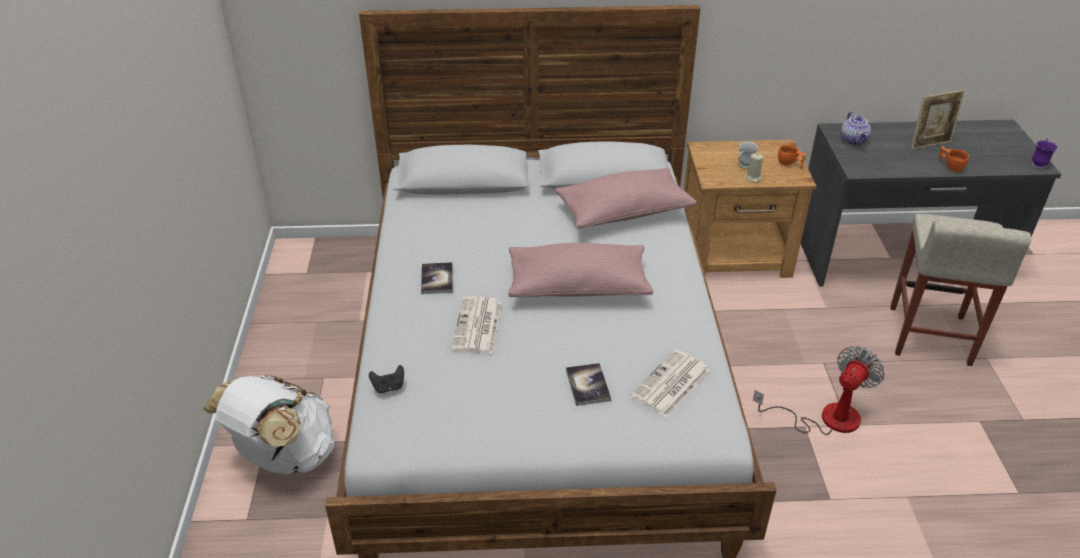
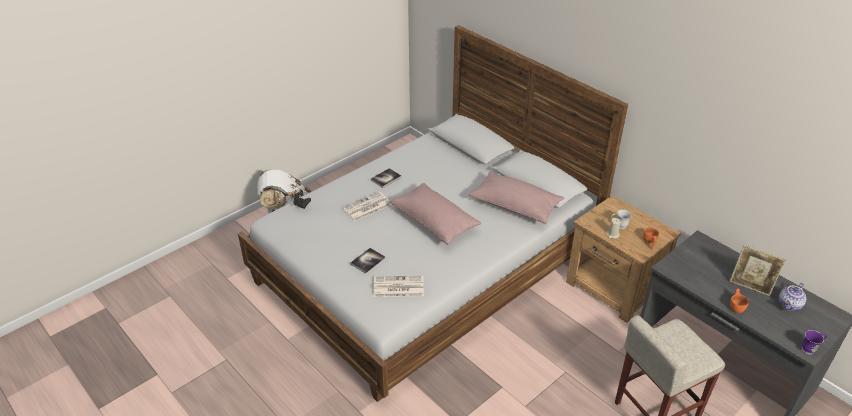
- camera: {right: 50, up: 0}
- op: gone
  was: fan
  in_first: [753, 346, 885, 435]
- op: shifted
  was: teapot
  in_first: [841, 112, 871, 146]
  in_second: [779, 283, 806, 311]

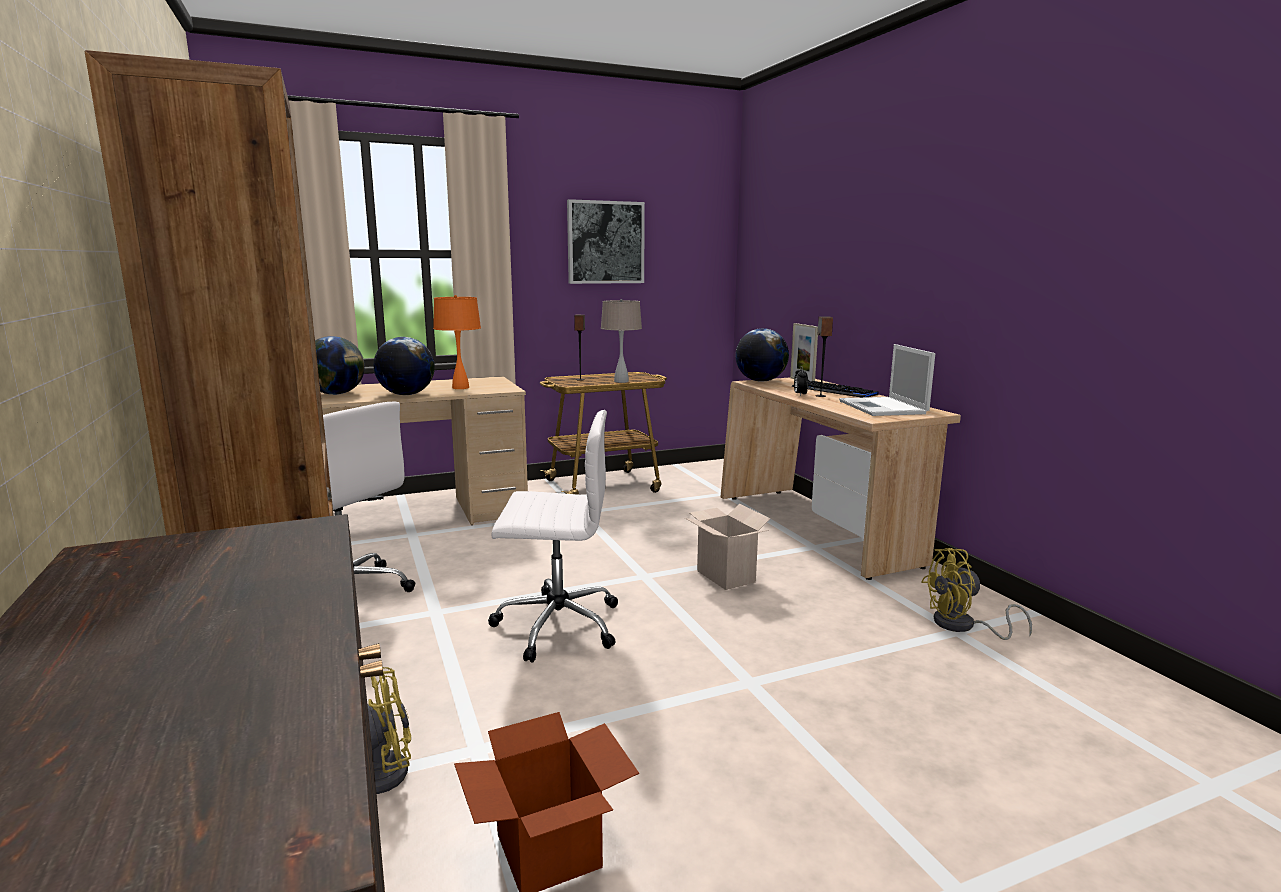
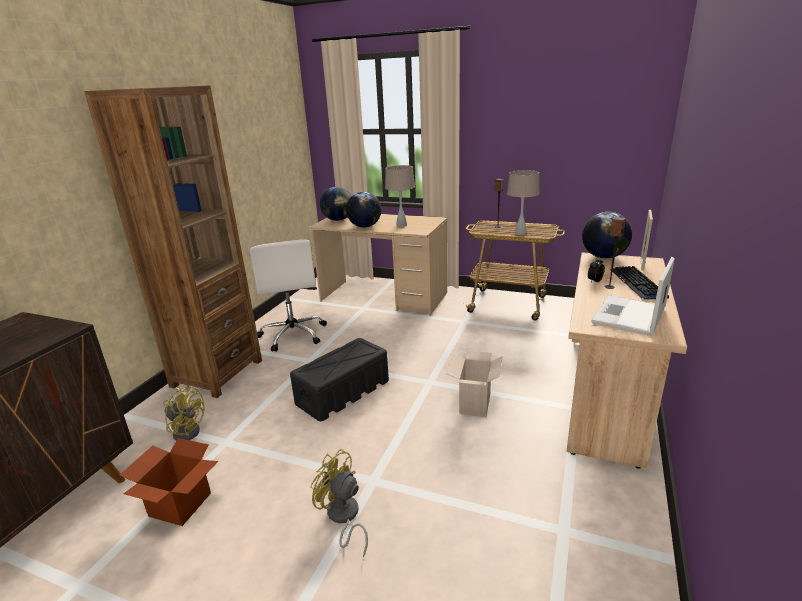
- camera: {right: 45, up: 10}
- op: gone
  was: picture
  in_first: [567, 199, 645, 284]
- op: shifted
  was: yellow fan
  in_first: [921, 548, 1032, 640]
  in_second: [311, 449, 368, 557]
- op: swapped
  was: white office chair
  now: black storage box
  in_first: [488, 410, 618, 663]
  in_second: [290, 338, 389, 421]
- op: repainted
  was: orange table lamp
  now: beige table lamp
  in_first: [433, 295, 481, 389]
  in_second: [385, 165, 415, 227]

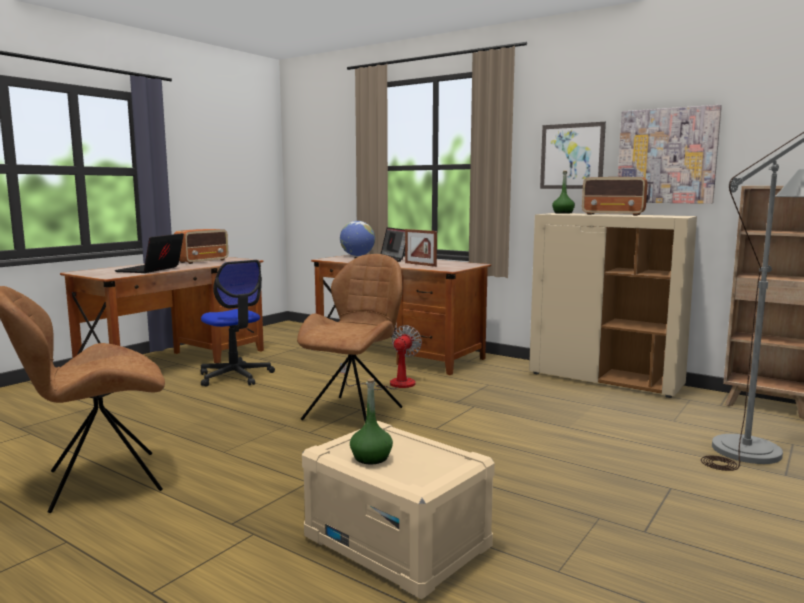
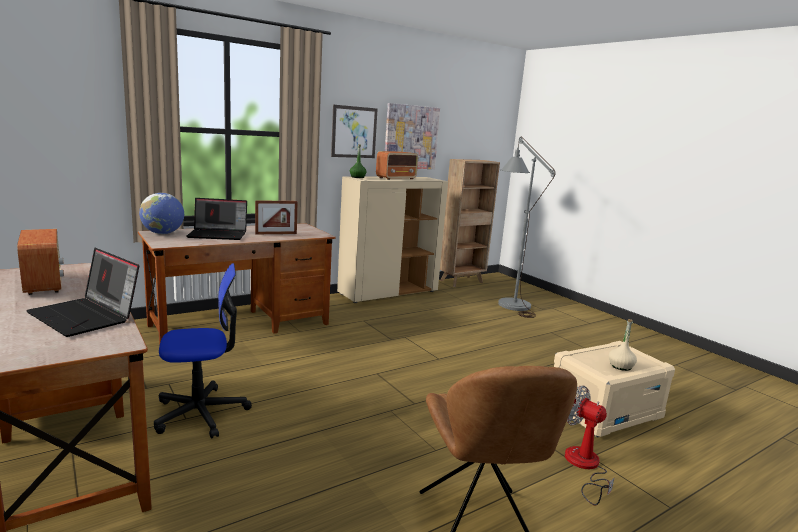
- camera: {right: -70, up: 5}
- op: gone
  was: brown chair
  in_first: [297, 254, 403, 422]
- op: shifted
  was: fan
  in_first: [340, 325, 422, 390]
  in_second: [565, 386, 614, 505]
- op: repainted
  was: green bottle
  now: beige bottle
  in_first: [350, 378, 393, 464]
  in_second: [609, 319, 637, 371]

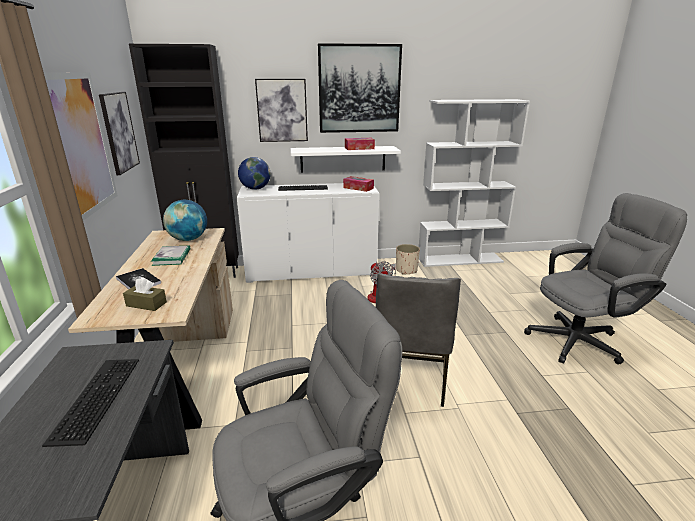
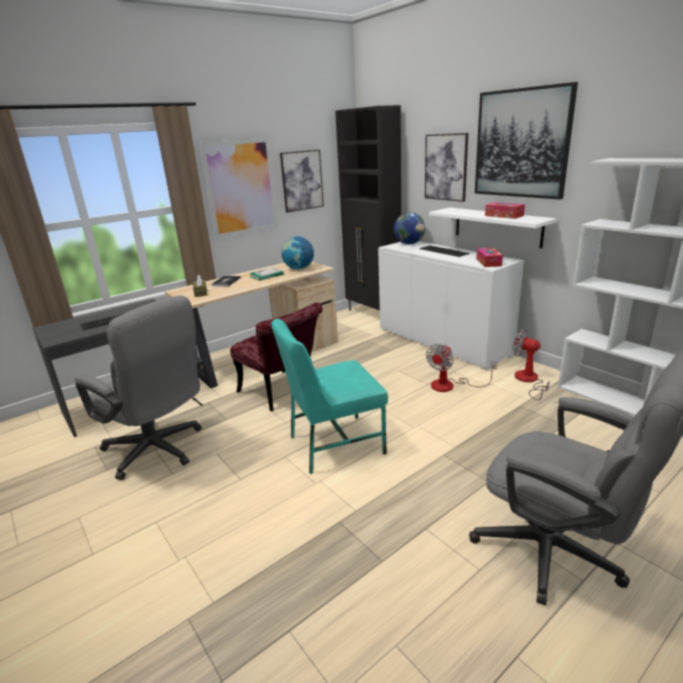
- camera: {right: 60, up: 0}
- op: new
  now: red chair
  in_second: [230, 303, 323, 411]
- op: swapped
  was: beige planter
  now: fan
  in_first: [396, 244, 420, 275]
  in_second: [512, 329, 550, 400]
- op: repainted
  was: grey chair
  now: turquoise chair
  in_first: [376, 273, 461, 407]
  in_second: [271, 319, 388, 474]

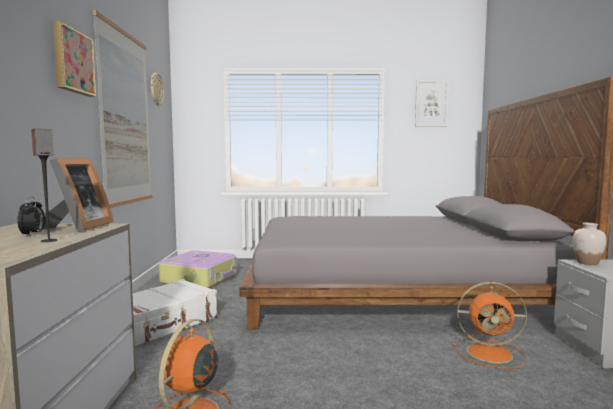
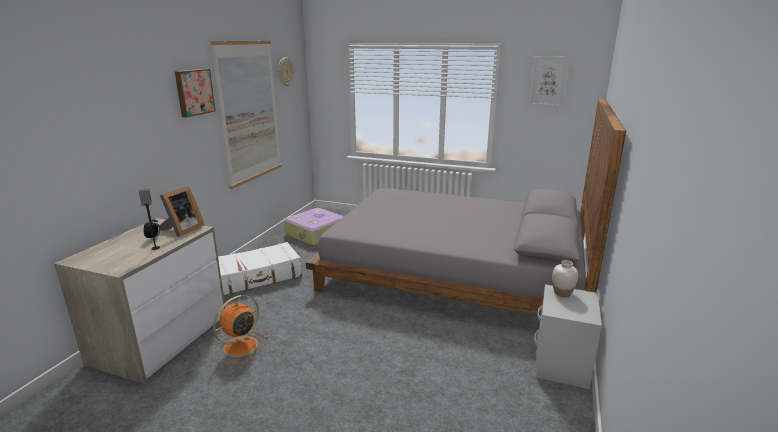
- camera: {right: 20, up: 15}
- op: gone
  was: orange fan
  in_first: [453, 282, 527, 369]

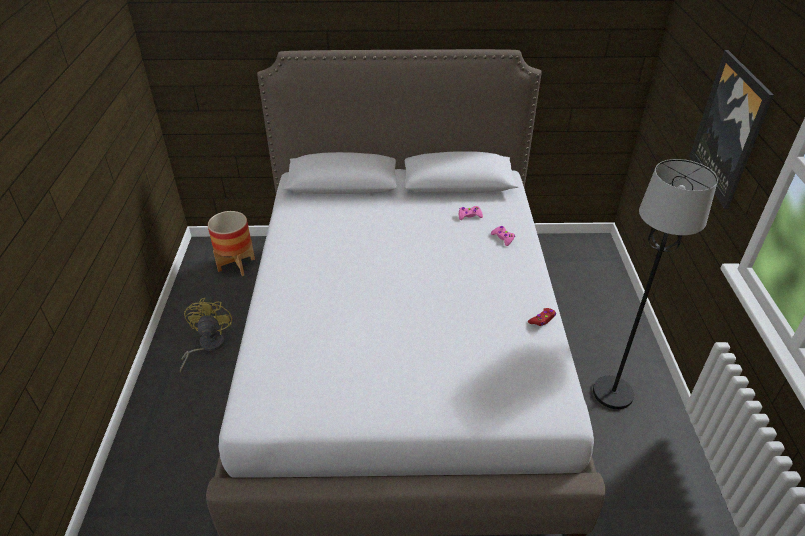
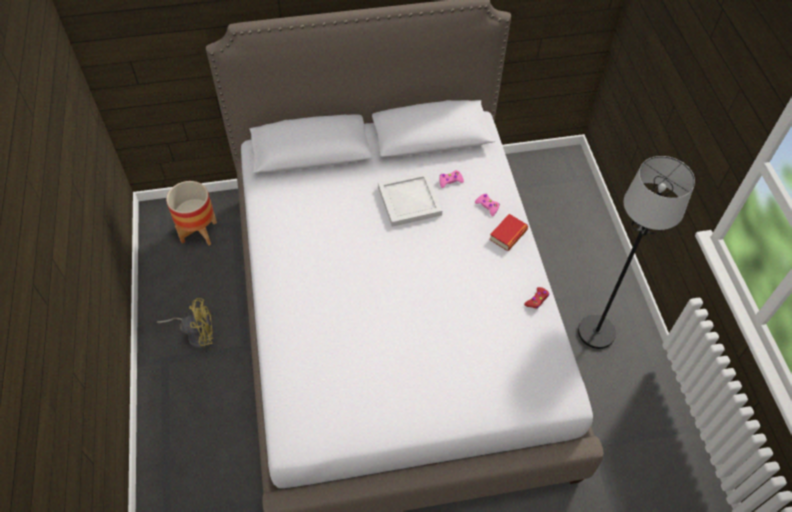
- camera: {right: -10, up: 15}
- op: gone
  was: picture
  in_first: [689, 50, 774, 209]
- op: new
  now: white tray
  in_second: [378, 172, 442, 227]
- op: new
  now: book
  in_second: [489, 214, 528, 251]
- op: rotated
  was: yellow fan
  in_first: [180, 298, 232, 373]
  in_second: [157, 298, 214, 348]
  clockwise: 90

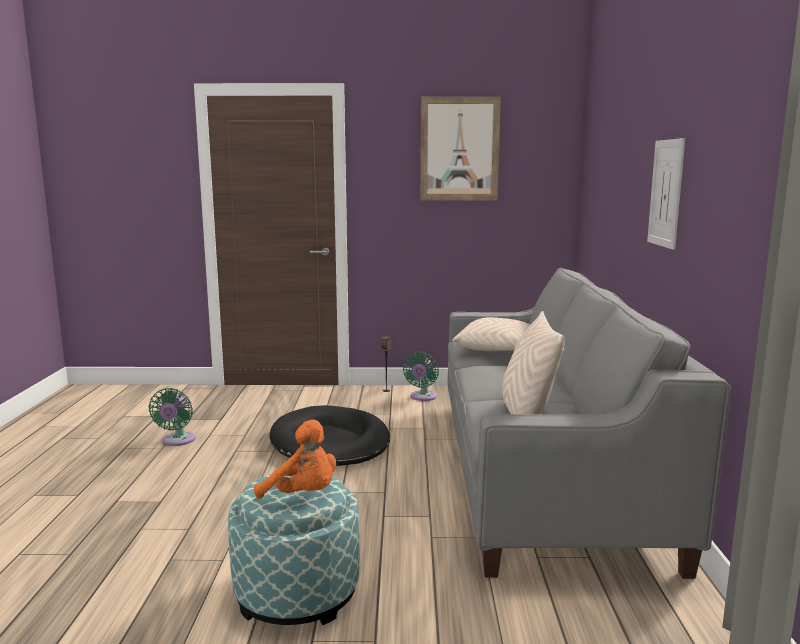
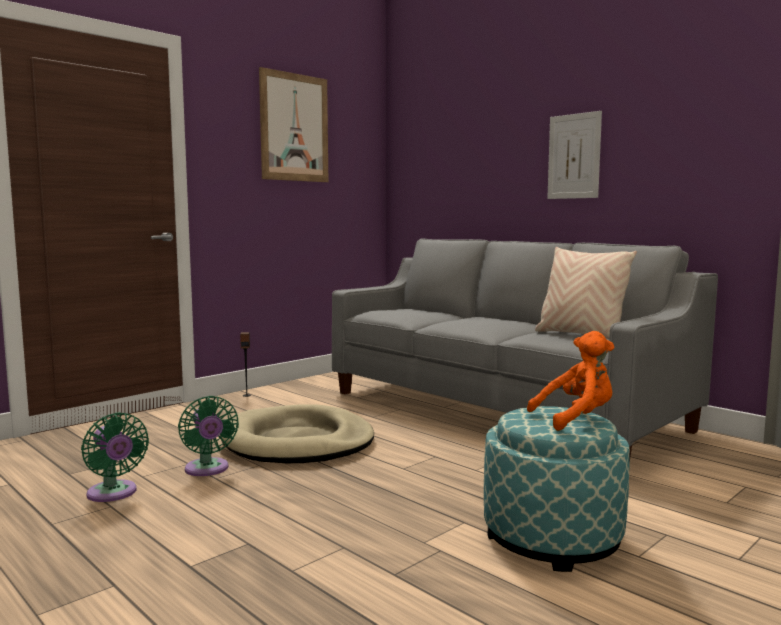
- camera: {right: -45, up: -5}
- op: gone
  was: beige pillow
  in_first: [452, 317, 530, 351]
- op: shifted
  was: green fan
  in_first: [403, 352, 439, 401]
  in_second: [178, 396, 239, 476]
- op: repainted
  was: black dog bed
  now: beige dog bed
  in_first: [269, 405, 390, 466]
  in_second: [220, 404, 374, 463]

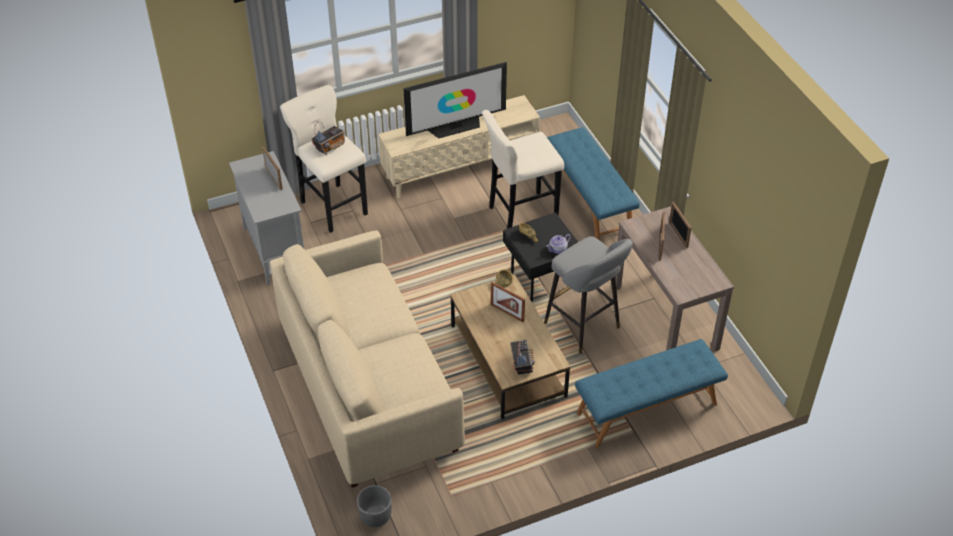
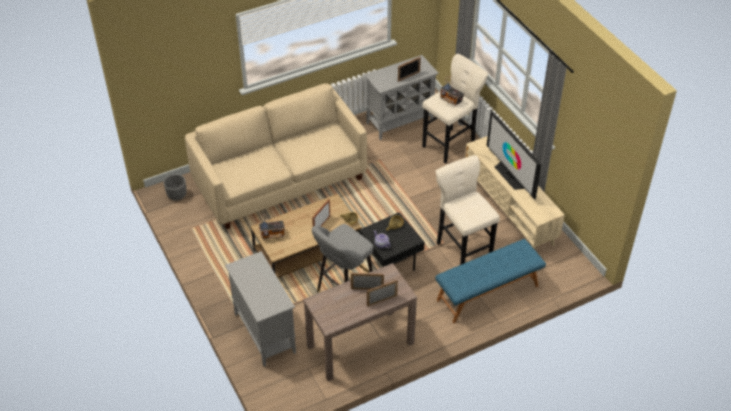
- camera: {right: 85, up: 0}
- op: swapped
  was: blue bench
  now: grey cabinet
  in_first: [575, 339, 728, 448]
  in_second: [225, 251, 296, 367]

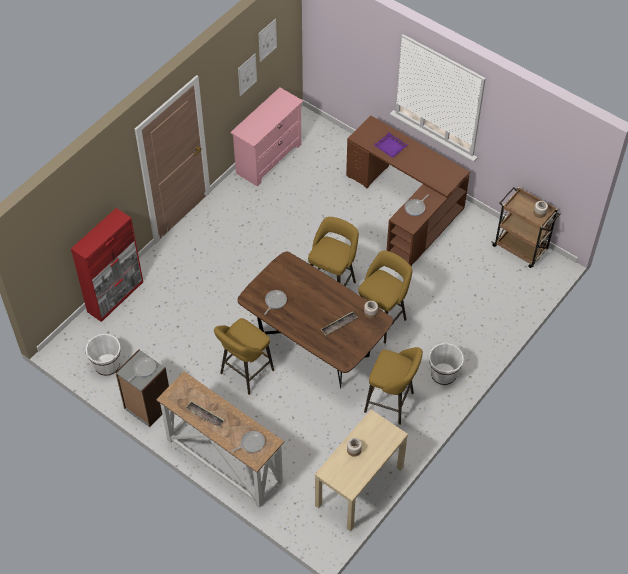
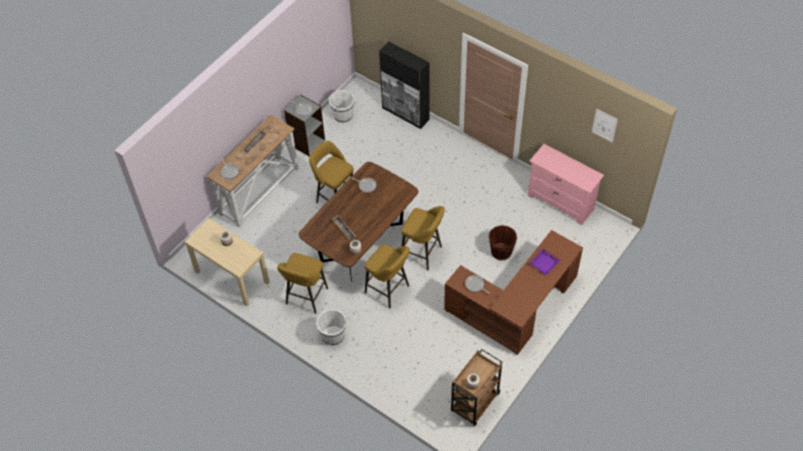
- camera: {right: 90, up: 0}
- op: gone
  was: picture
  in_first: [238, 54, 257, 96]
- op: new
  now: brown bucket
  in_second: [489, 225, 517, 260]
- op: repainted
  was: red cabinet
  now: black cabinet
  in_first: [71, 208, 143, 322]
  in_second: [379, 41, 430, 129]

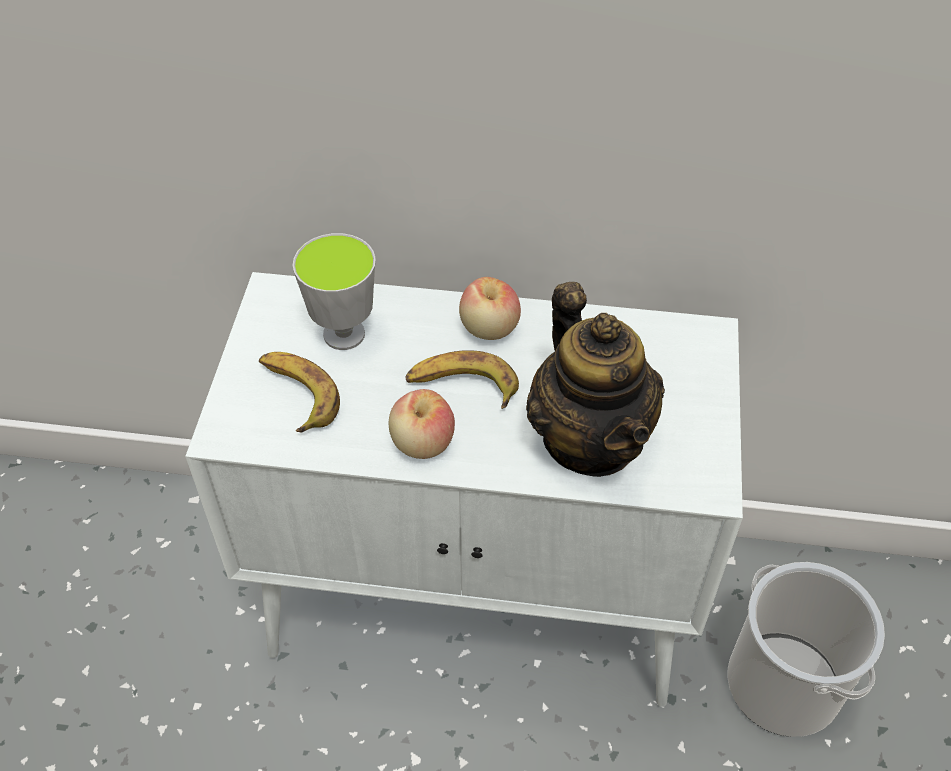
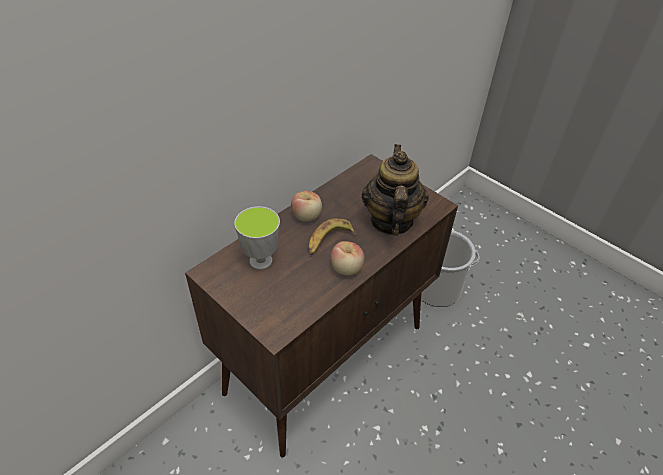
- camera: {right: -55, up: -5}
- op: gone
  was: banana
  in_first: [259, 352, 340, 433]
- op: repainted
  was: white cabinet
  now: brown cabinet
  in_first: [185, 272, 743, 707]
  in_second: [185, 154, 458, 457]
- op: rotated
  was: teapot
  in_first: [526, 282, 665, 477]
  in_second: [362, 144, 429, 235]
  clockwise: -105

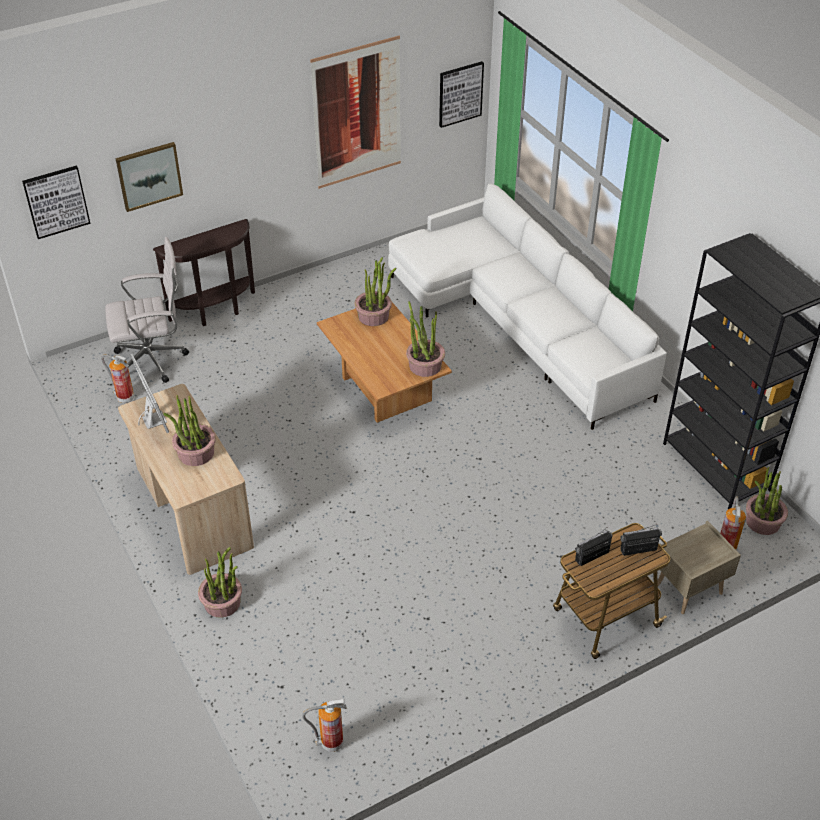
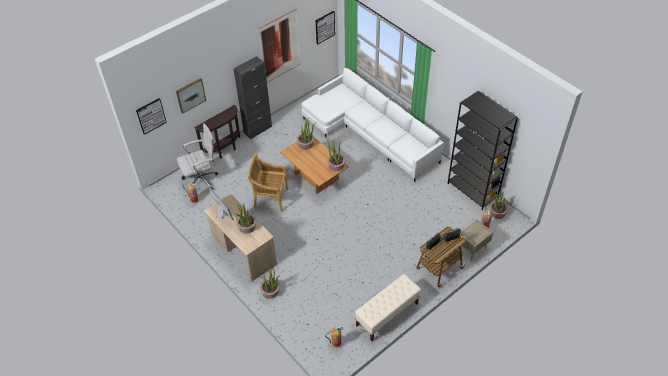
- camera: {right: -10, up: 5}
- op: new
  now: black cabinet
  in_second: [234, 56, 272, 139]
- op: new
  now: beige chair
  in_second: [248, 154, 288, 211]
- op: new
  now: beige bench
  in_second: [355, 274, 421, 341]

